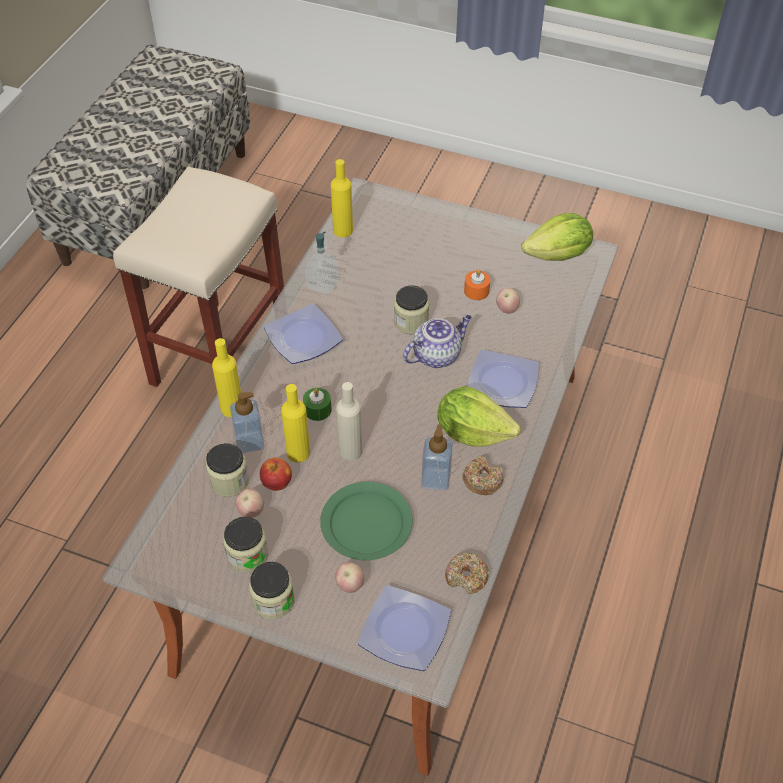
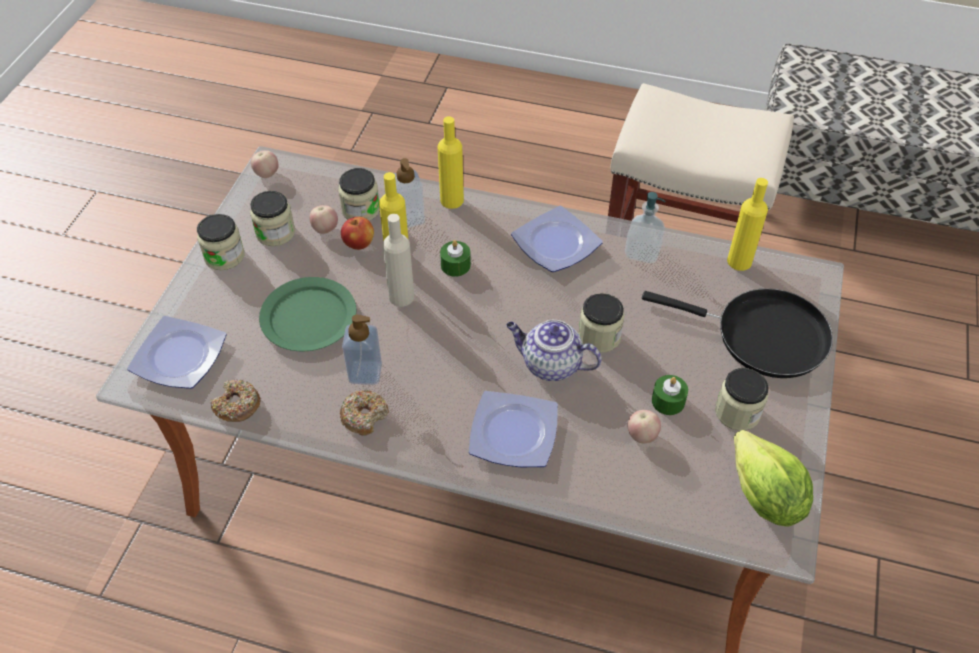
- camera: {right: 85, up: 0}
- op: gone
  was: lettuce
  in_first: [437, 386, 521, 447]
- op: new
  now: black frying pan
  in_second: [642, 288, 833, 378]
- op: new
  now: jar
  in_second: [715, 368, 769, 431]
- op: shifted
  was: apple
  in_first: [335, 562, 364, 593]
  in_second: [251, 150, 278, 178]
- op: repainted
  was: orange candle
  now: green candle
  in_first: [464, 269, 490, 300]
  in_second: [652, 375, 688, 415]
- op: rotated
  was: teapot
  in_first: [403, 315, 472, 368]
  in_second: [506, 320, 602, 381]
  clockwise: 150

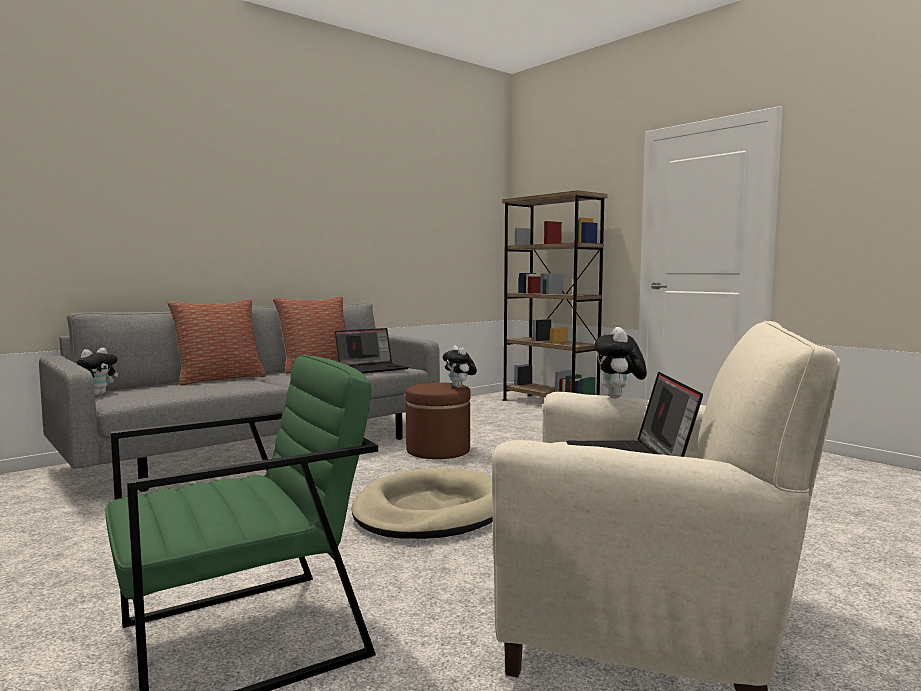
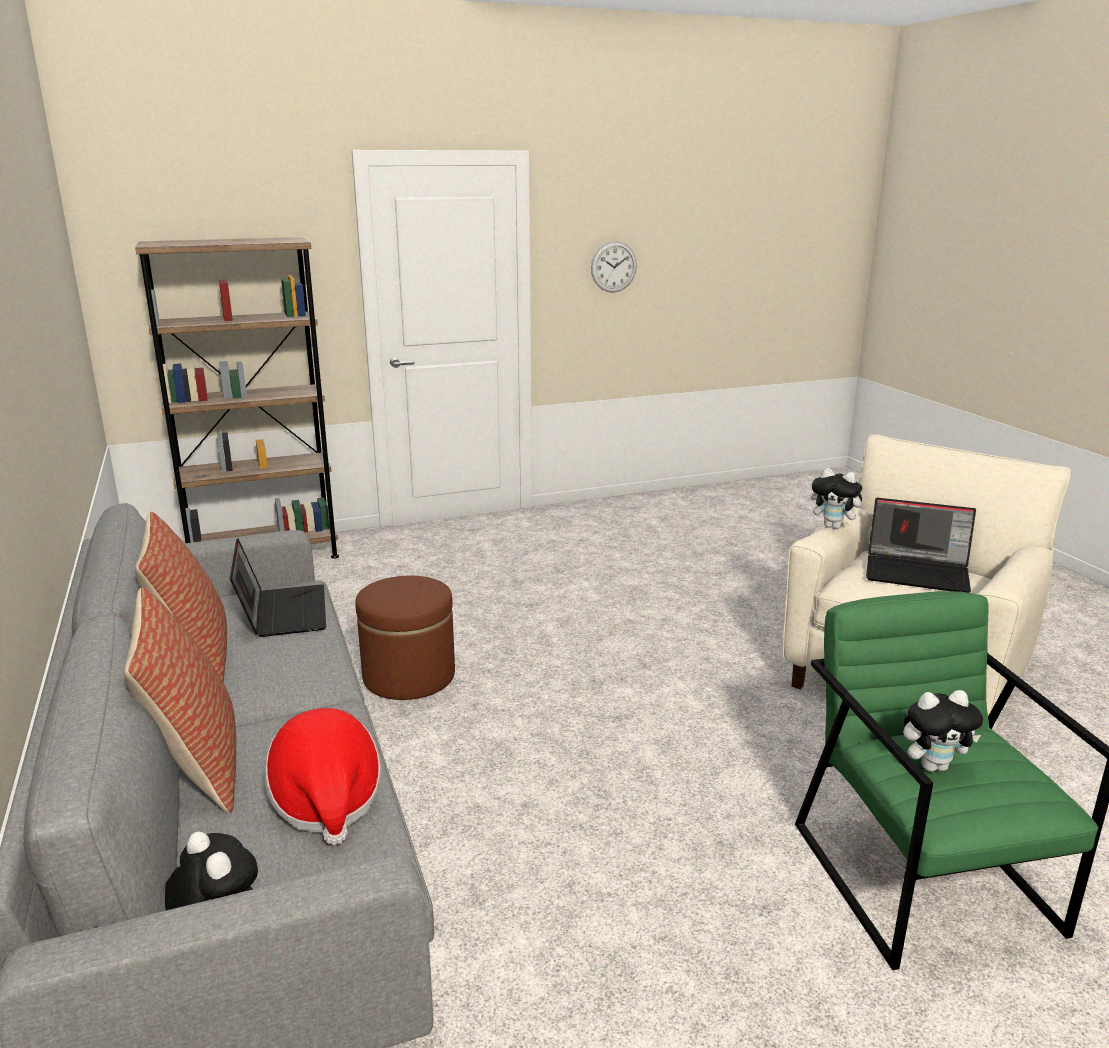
- camera: {right: -70, up: 15}
- op: gone
  was: beige dog bed
  in_first: [351, 468, 493, 539]
- op: new
  now: hat
  in_second: [264, 708, 381, 845]
- op: new
  now: wall clock
  in_second: [591, 241, 637, 293]
- op: shifted
  was: plush toy
  in_first: [443, 345, 477, 388]
  in_second: [904, 690, 983, 772]

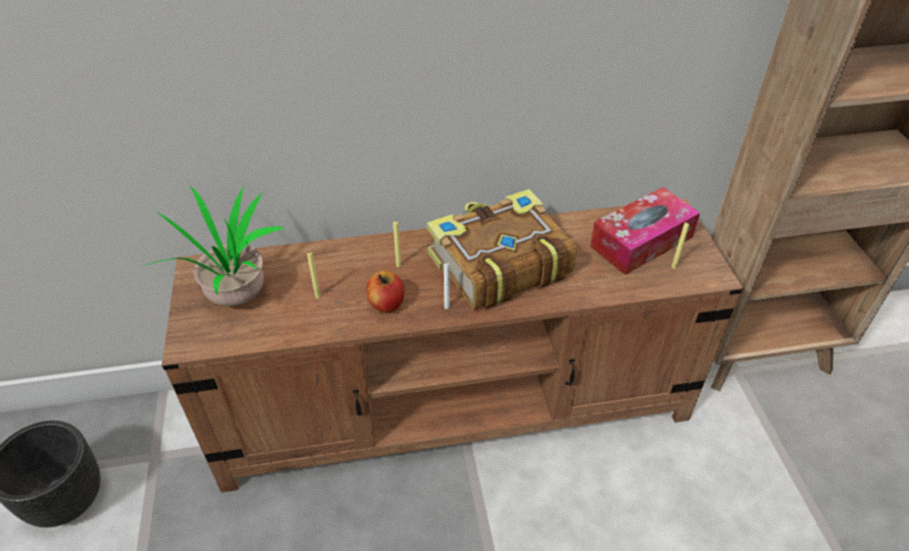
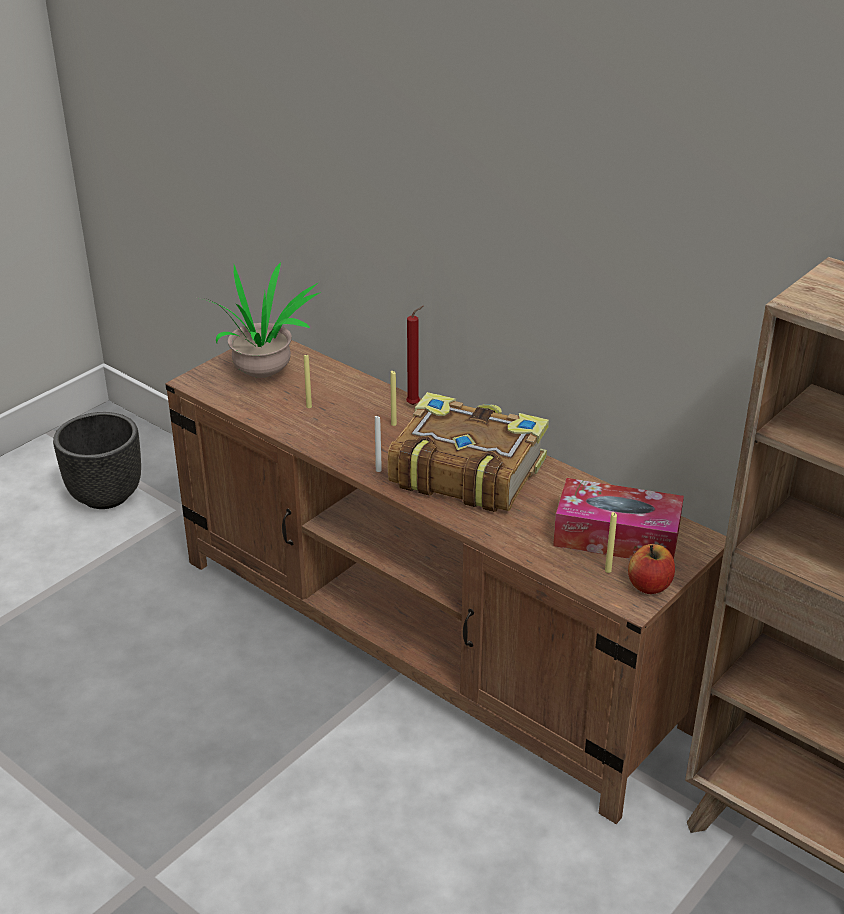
- camera: {right: 50, up: -10}
- op: new
  now: red candle
  in_second: [406, 306, 424, 405]
- op: shifted
  was: apple
  in_first: [366, 271, 405, 312]
  in_second: [628, 544, 675, 594]

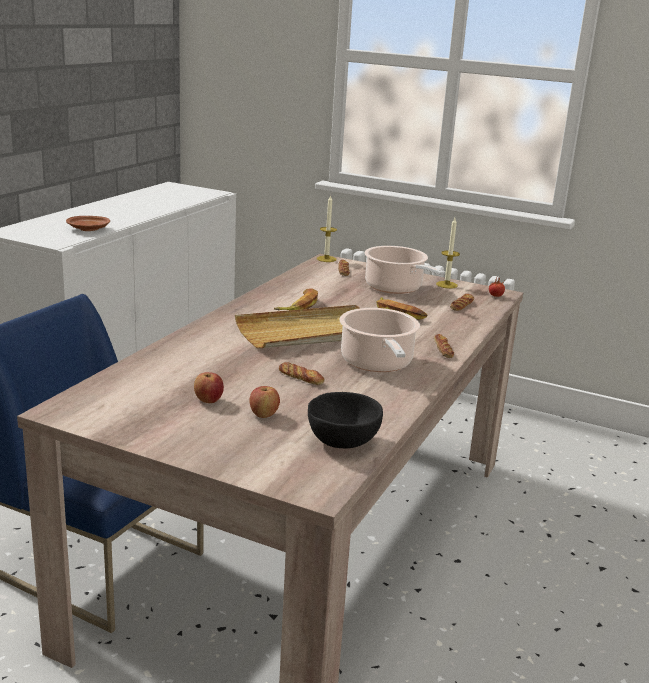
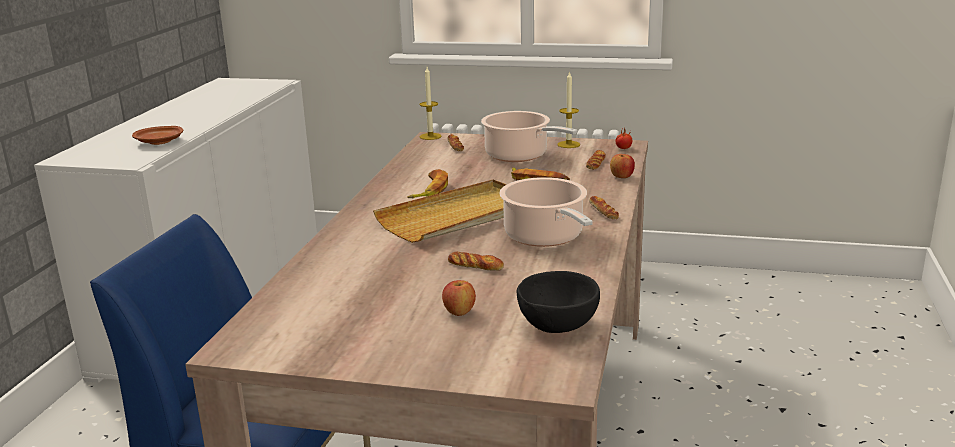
- camera: {right: -10, up: 0}
- op: shifted
  was: apple
  in_first: [194, 372, 224, 403]
  in_second: [610, 154, 635, 178]

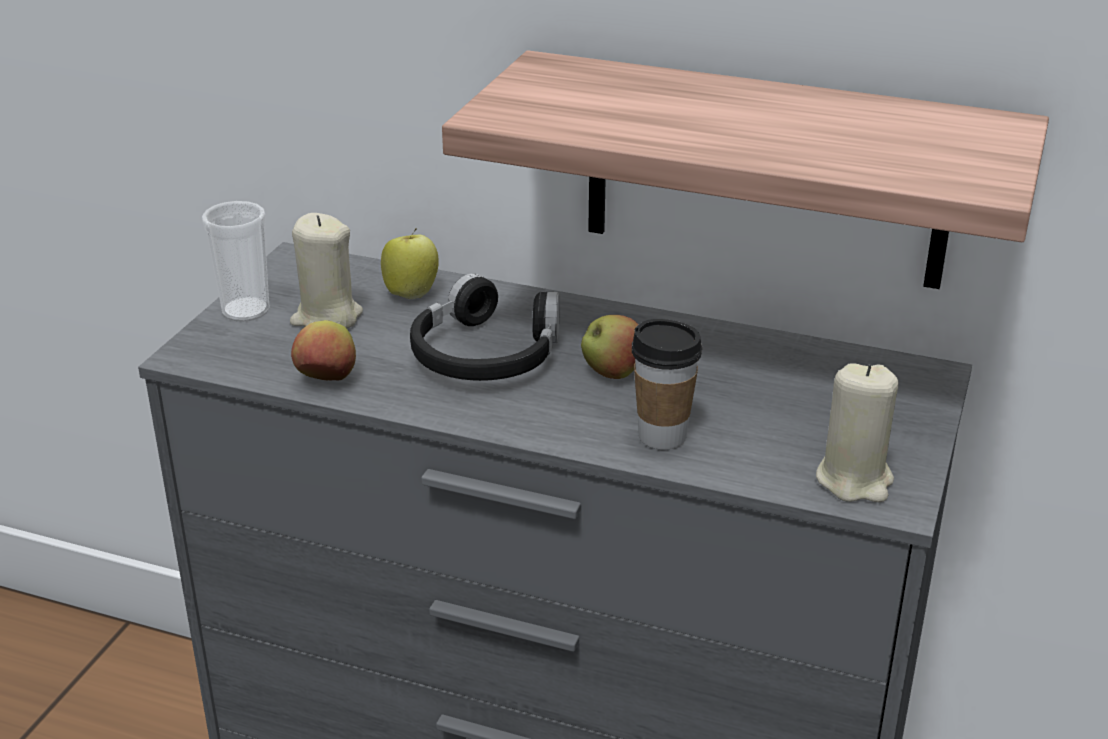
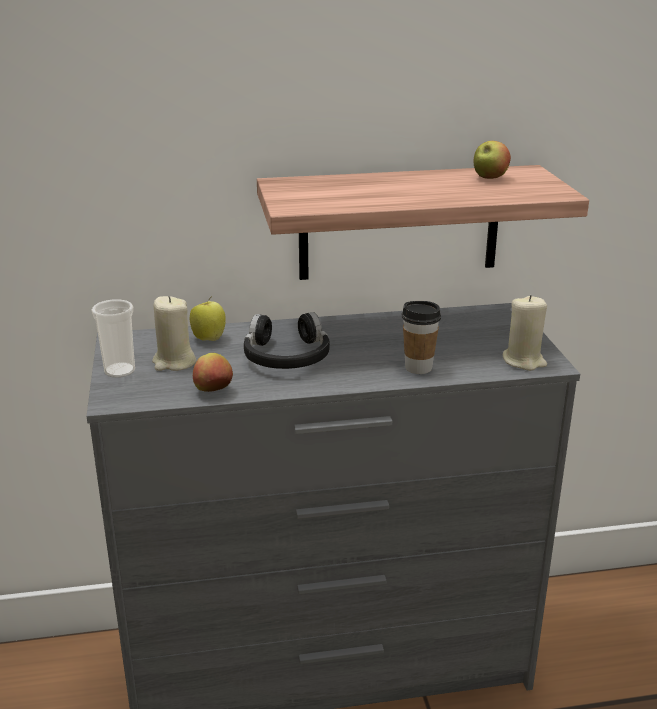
- camera: {right: -30, up: -5}
- op: shifted
  was: apple
  in_first: [581, 315, 639, 379]
  in_second: [473, 141, 511, 179]

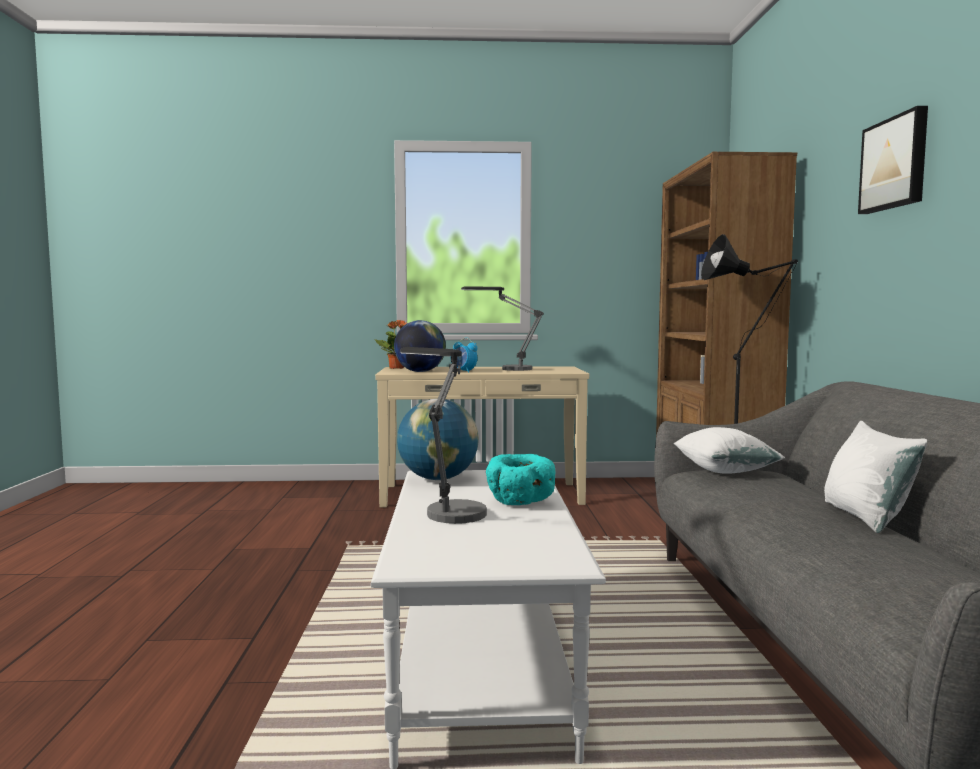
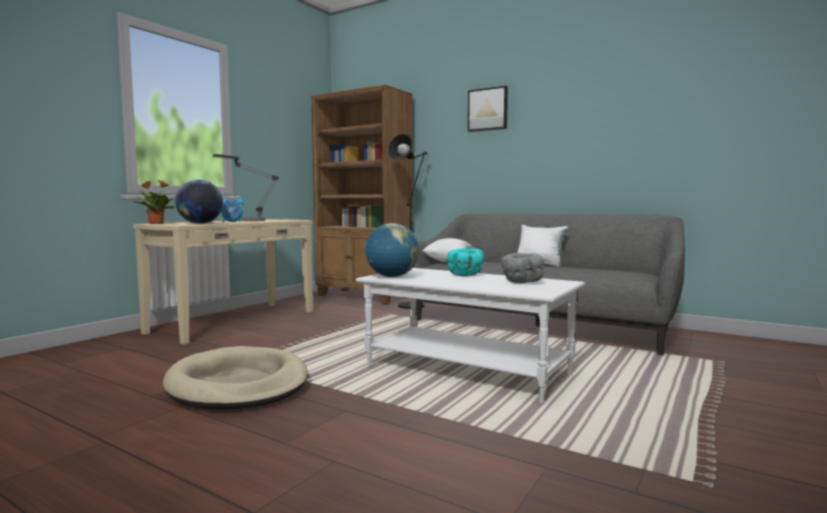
- camera: {right: -55, up: 0}
- op: gone
  was: table lamp
  in_first: [400, 347, 487, 524]
- op: new
  now: beige dog bed
  in_second: [163, 346, 308, 409]
- op: new
  now: grey bowl
  in_second: [501, 253, 544, 283]

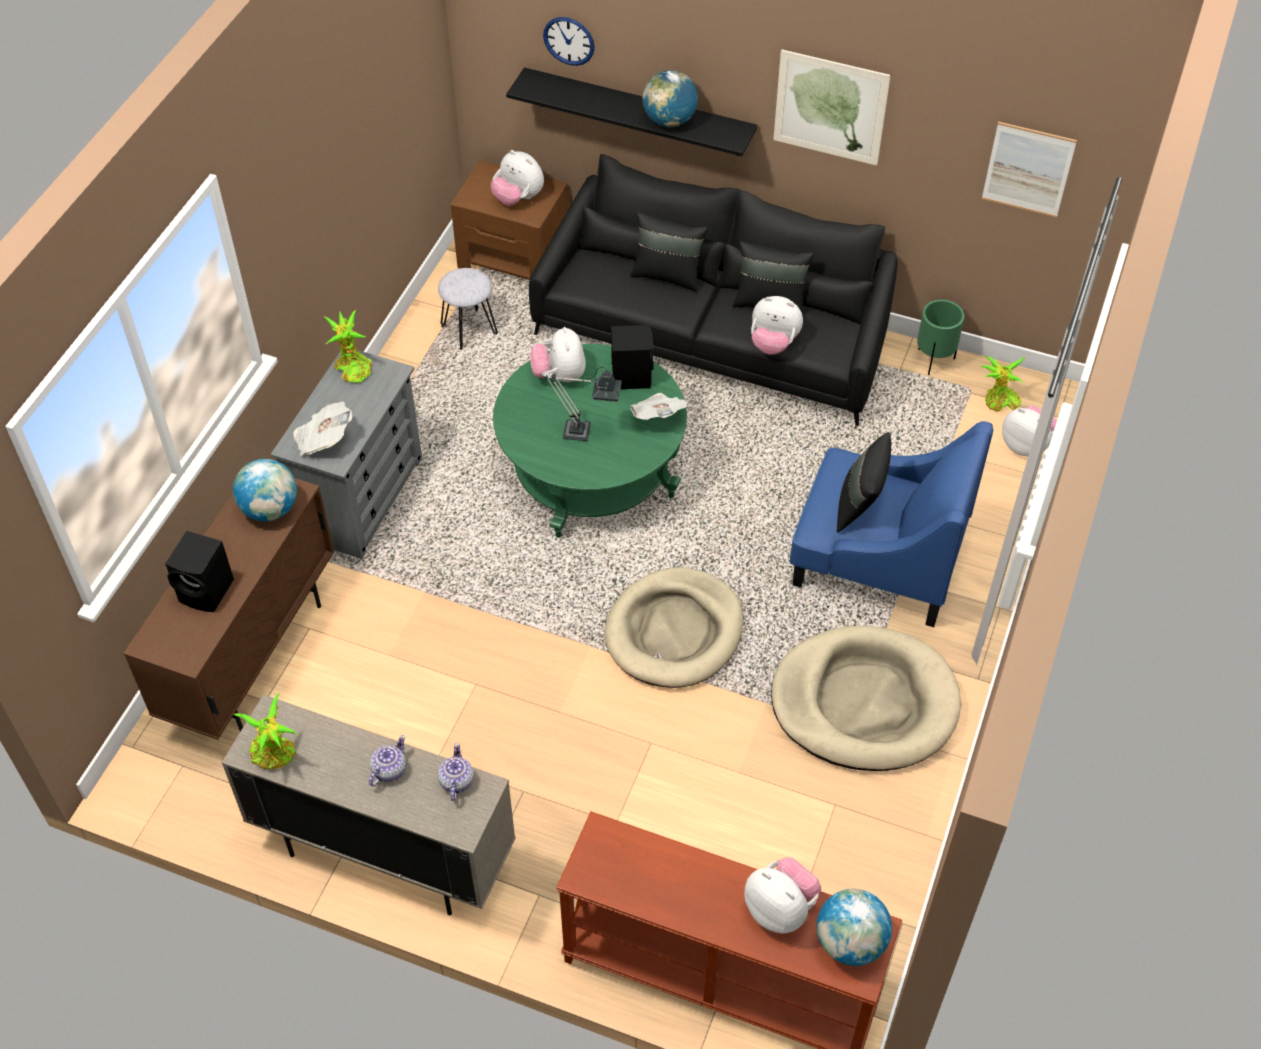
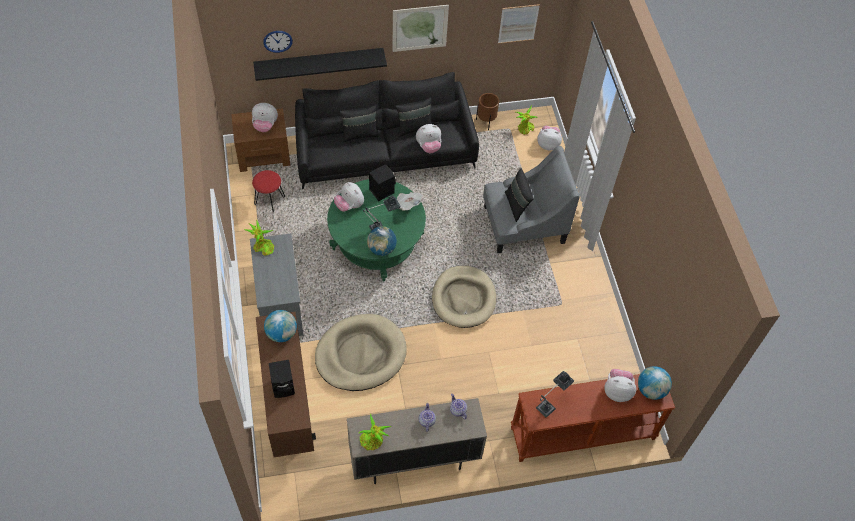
- camera: {right: -35, up: 5}
- op: gone
  was: newspaper
  in_first: [293, 401, 352, 456]
- op: new
  now: table lamp
  in_second: [536, 371, 574, 418]
- op: shifted
  was: globe
  in_first: [642, 70, 698, 127]
  in_second: [367, 226, 397, 256]
- op: shifted
  was: beige dog bed
  in_first: [771, 626, 961, 771]
  in_second: [315, 314, 407, 391]
- op: repainted
  was: grey stool
  now: red stool
  in_first: [438, 268, 498, 350]
  in_second: [252, 170, 285, 213]
- op: repainted
  was: blue armchair
  now: grey armchair
  in_first: [790, 421, 993, 627]
  in_second: [483, 146, 580, 253]
- op: repainted
  was: green planter
  now: brown planter
  in_first: [917, 299, 964, 375]
  in_second: [476, 93, 499, 130]

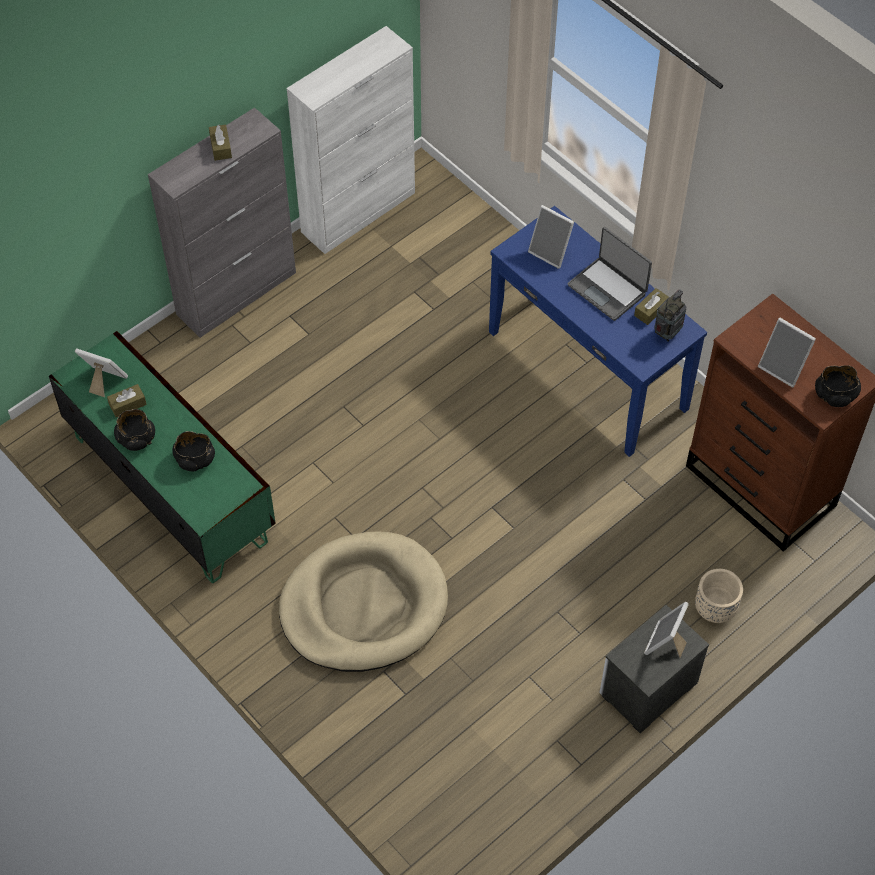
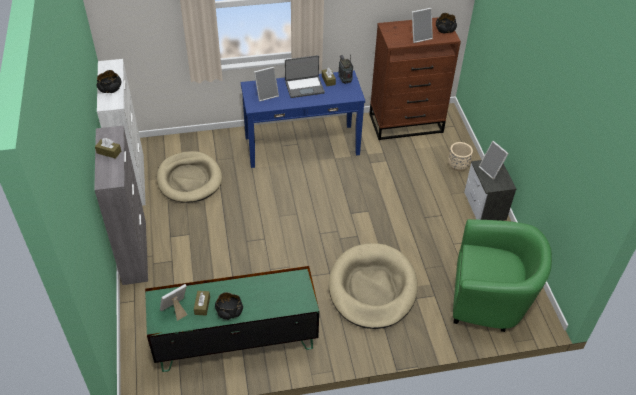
- camera: {right: -60, up: -10}
- op: new
  now: beige dog bed
  in_second: [157, 151, 222, 203]
- op: new
  now: green armchair
  in_second: [453, 219, 552, 332]
- op: shifted
  was: black bowl
  in_first: [172, 431, 215, 472]
  in_second: [97, 70, 121, 93]

